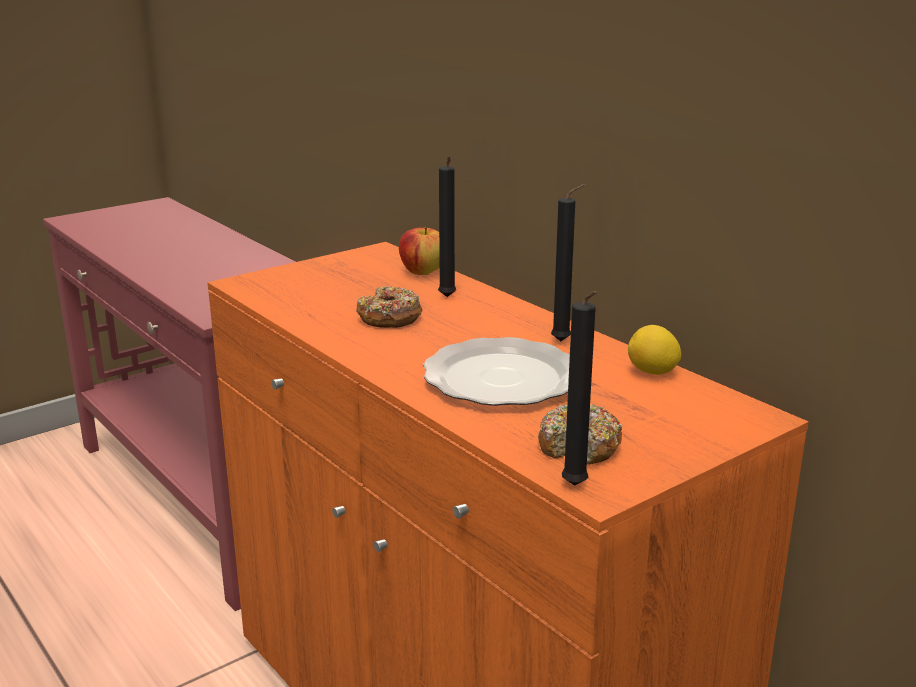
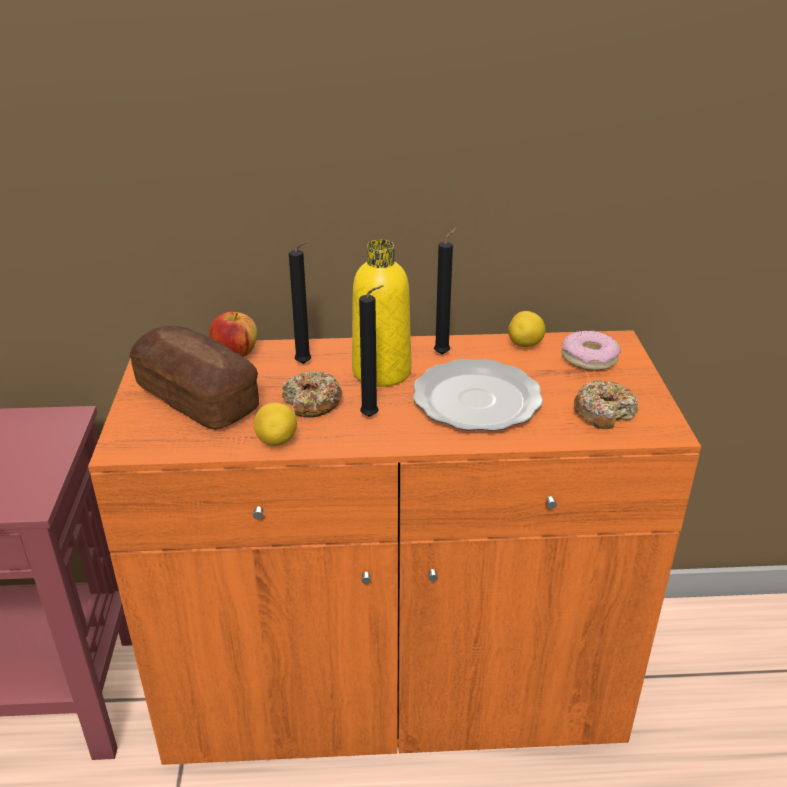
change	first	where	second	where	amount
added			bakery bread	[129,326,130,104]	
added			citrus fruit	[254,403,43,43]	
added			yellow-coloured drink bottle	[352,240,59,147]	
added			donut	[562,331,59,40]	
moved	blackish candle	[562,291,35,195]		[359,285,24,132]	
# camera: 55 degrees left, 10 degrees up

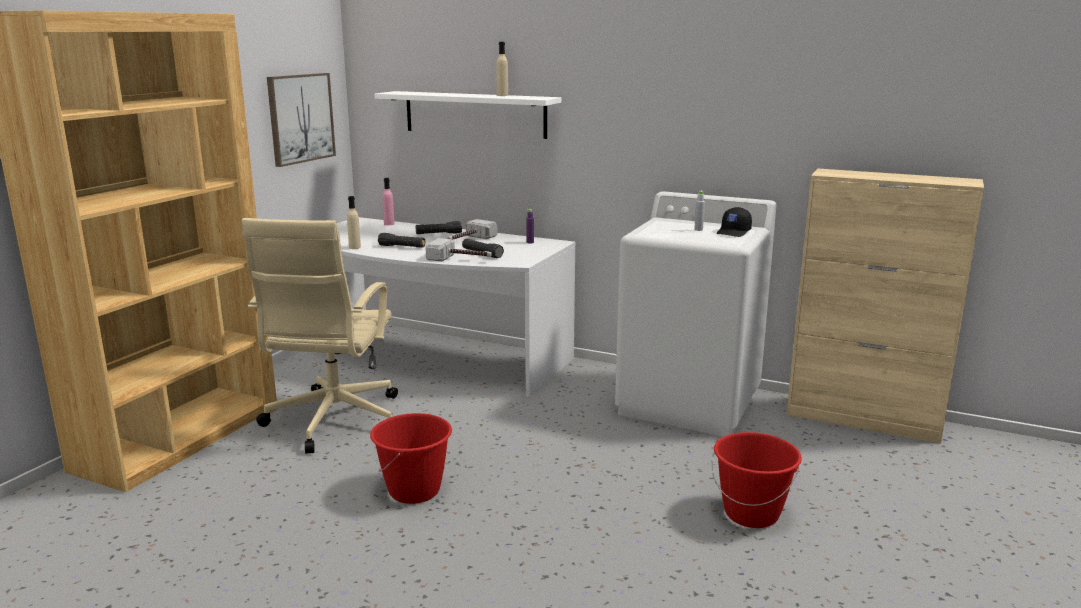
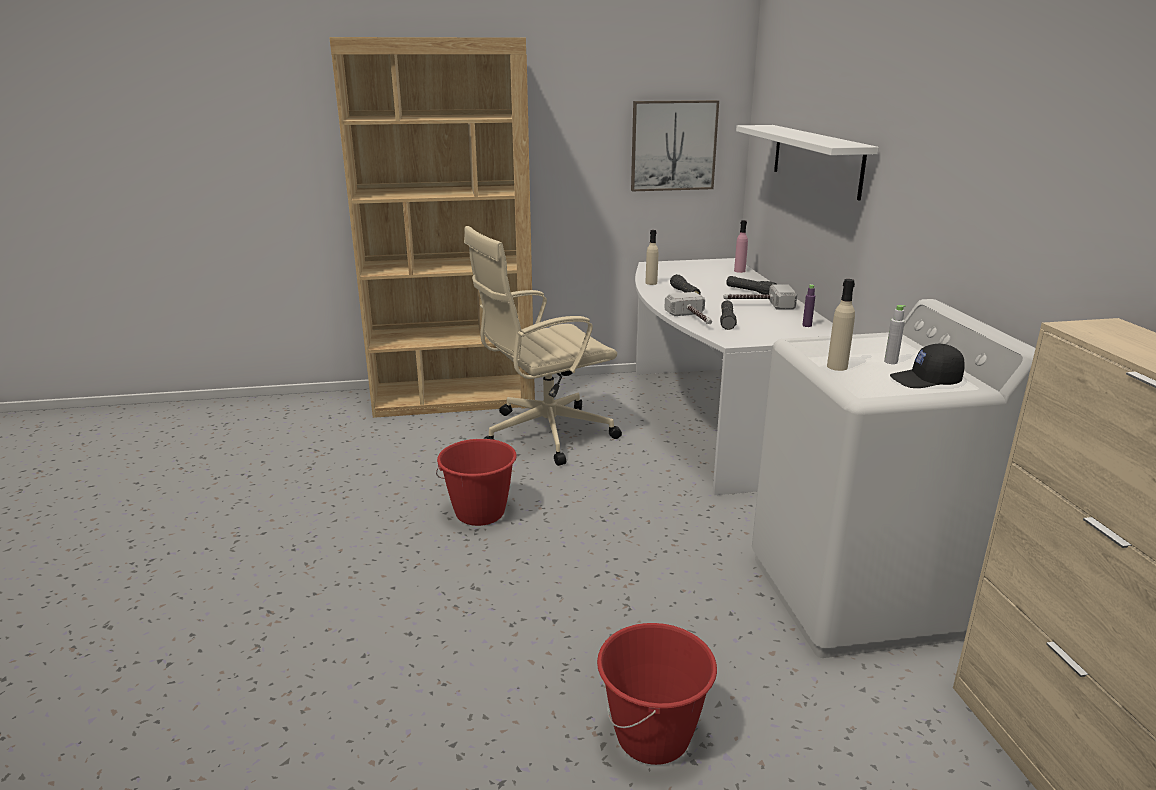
change	first	where	second	where	amount
moved	sand-coloured drink bottle	[496,42,12,54]		[827,279,28,92]	
# camera: 55 degrees right, 5 degrees up

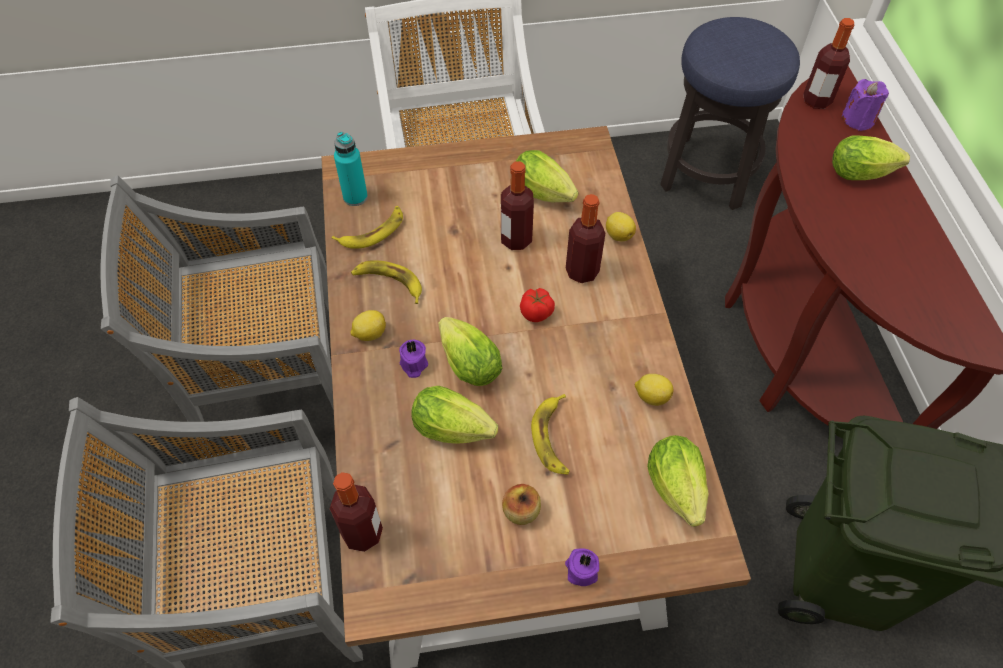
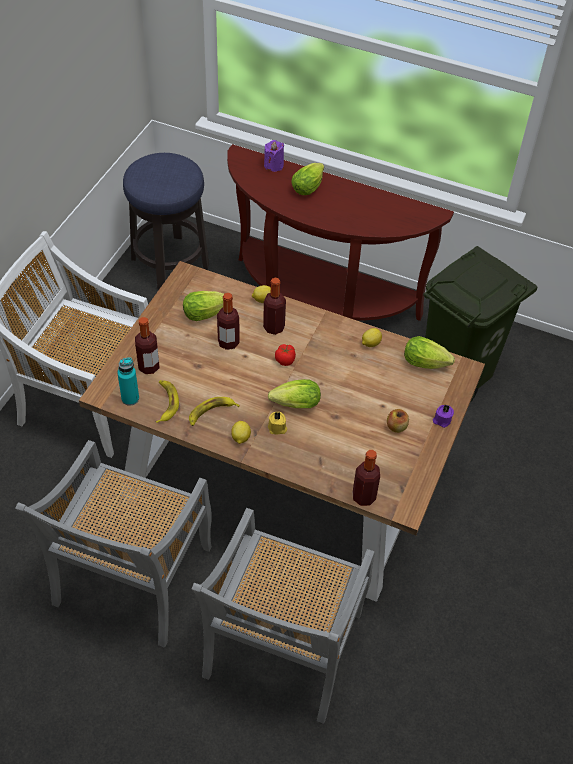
change	first	where	second	where	amount
removed	head of lettuce	[411,386,87,58]			
removed	banana fruit	[531,394,39,81]			
moved	drink bottle	[803,18,51,91]		[135,317,25,57]	
recoloured	purple candle	[399,340,29,38]	yellow-coloured candle	[268,412,19,22]	
# camera: 60 degrees left, 5 degrees down

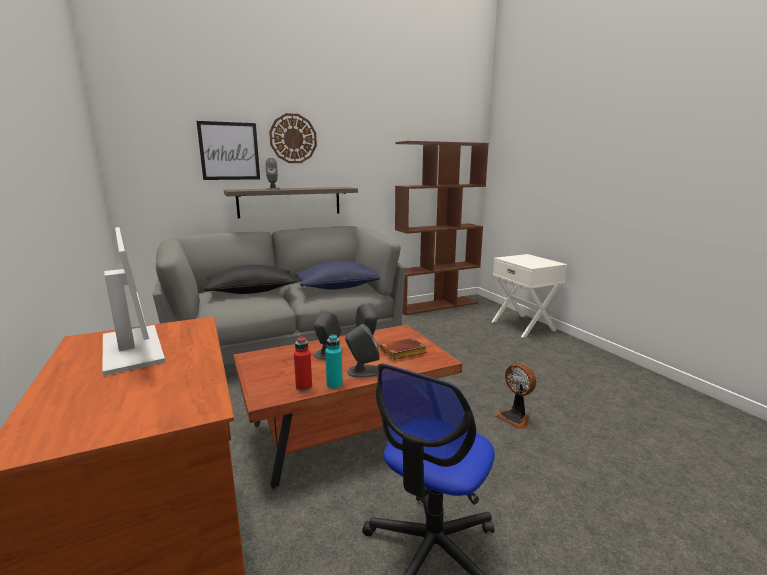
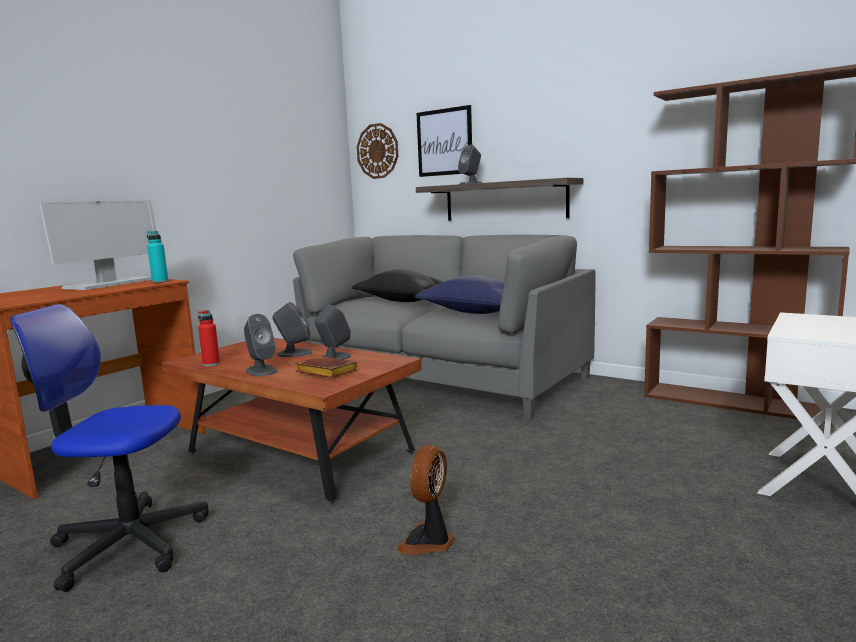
change	first	where	second	where	amount
moved	wall clock	[269,113,48,50]		[357,123,41,56]	
moved	turquoise-coloured drink bottle	[325,334,18,55]		[147,231,22,52]	
# camera: 60 degrees right, 5 degrees down

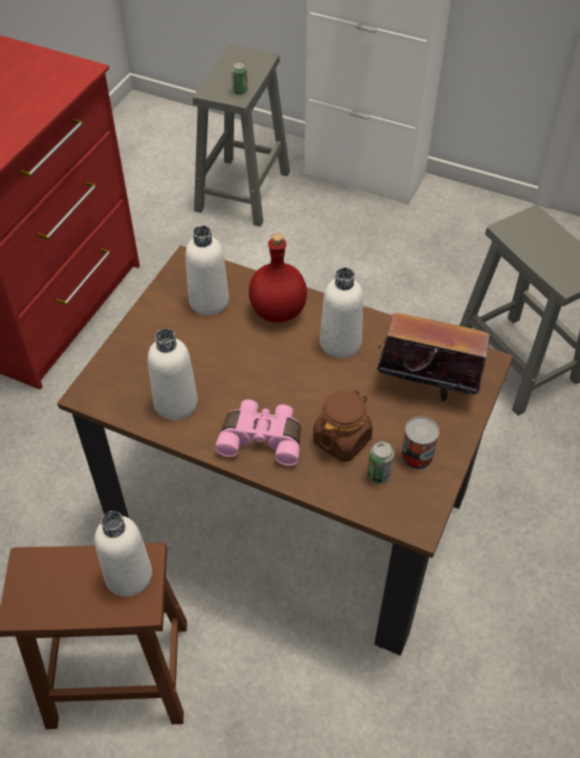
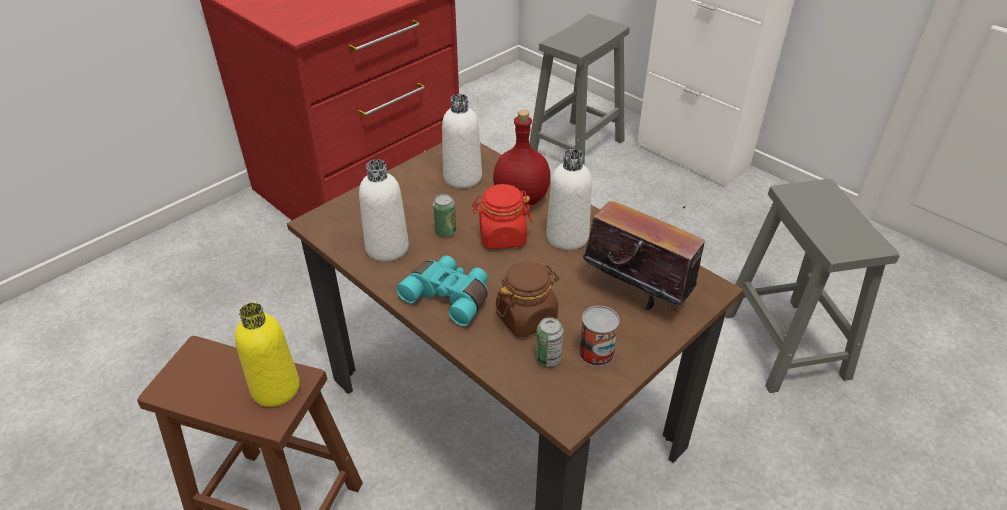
change	first	where	second	where	amount
added			red preserve jar	[472,184,60,65]	
moved	can	[231,62,17,33]		[433,194,23,43]	
recoloured	white drink bottle	[94,511,58,86]	yellow-coloured drink bottle	[235,303,65,104]	
recoloured	pink-coloured pair of binoculars	[215,400,86,66]	turquoise-coloured pair of binoculars	[396,255,92,71]	
# camera: 20 degrees right, 10 degrees down

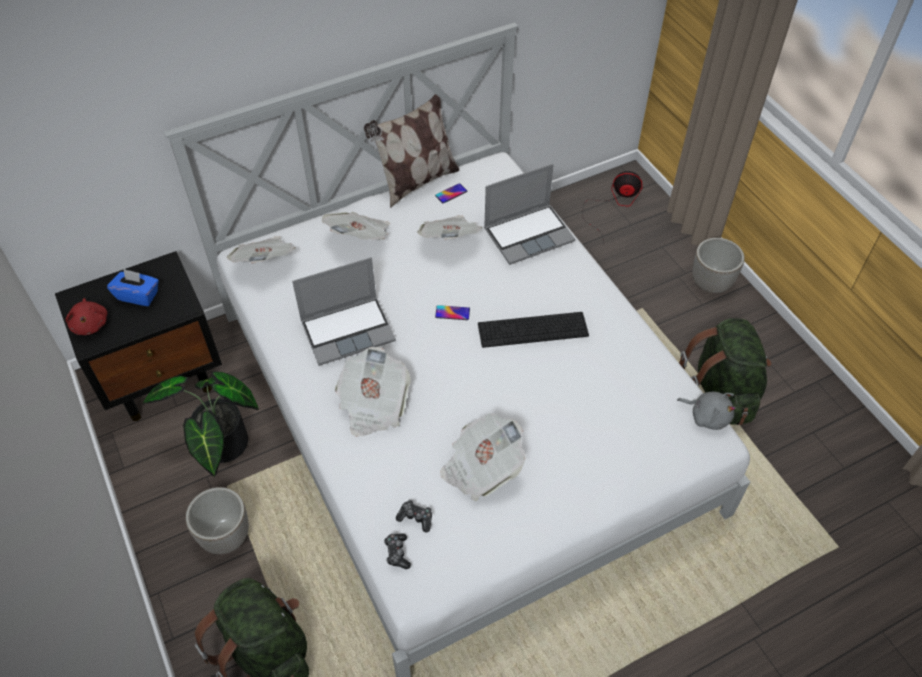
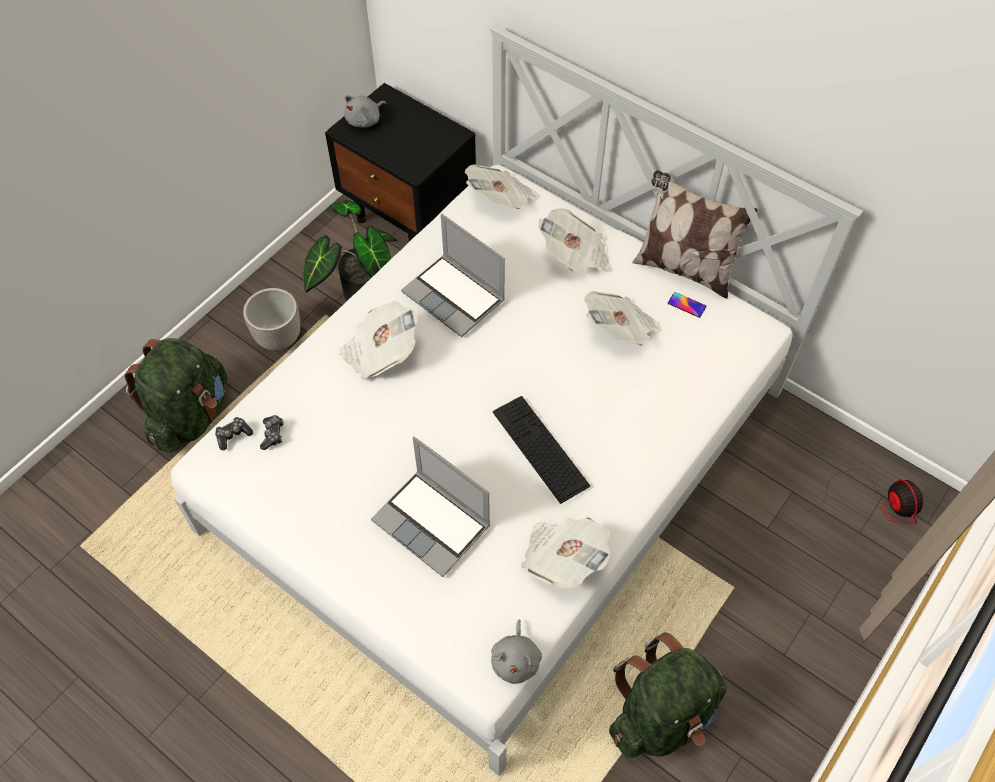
change	first	where	second	where	amount
removed	bluish tissue holder	[107,269,52,37]			
removed	phone	[435,305,35,15]			
removed	plant pot	[693,238,52,55]			
moved	printed paper	[440,413,86,88]		[521,518,90,71]	
moved	portable computer	[484,164,91,101]		[371,437,119,140]	
recoloured	red soft toy	[66,298,41,37]	gray soft toy	[344,95,42,32]	
# camera: 65 degrees right, 5 degrees up

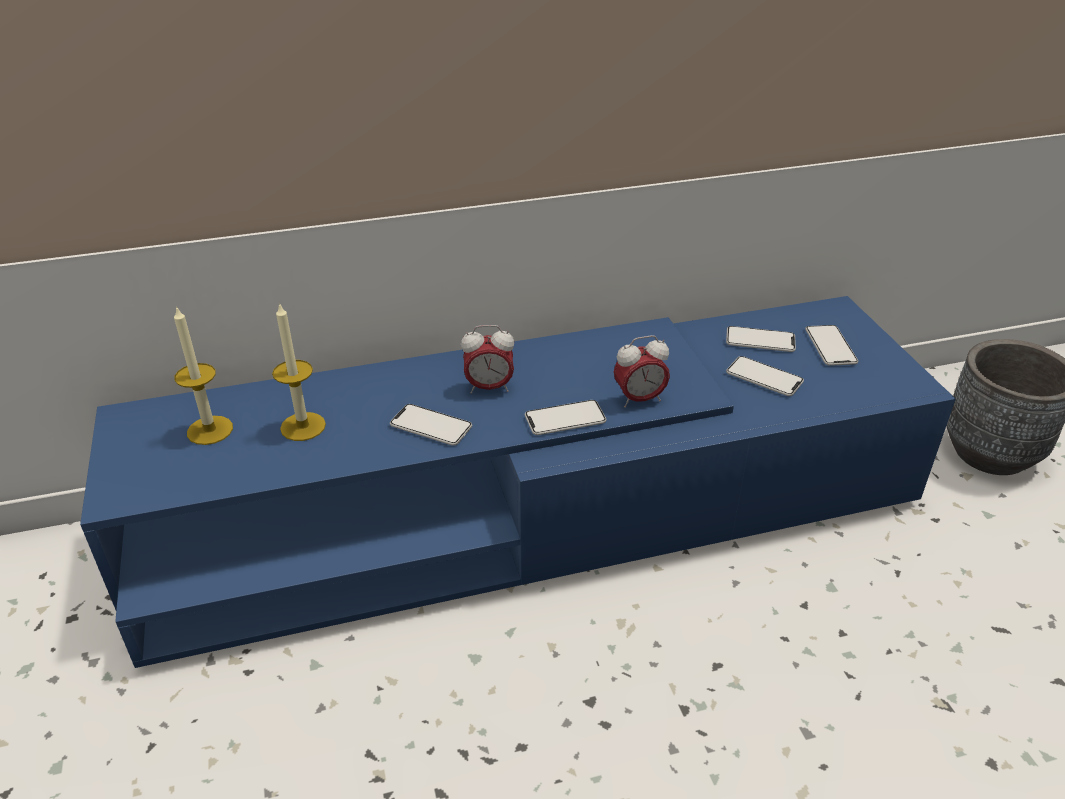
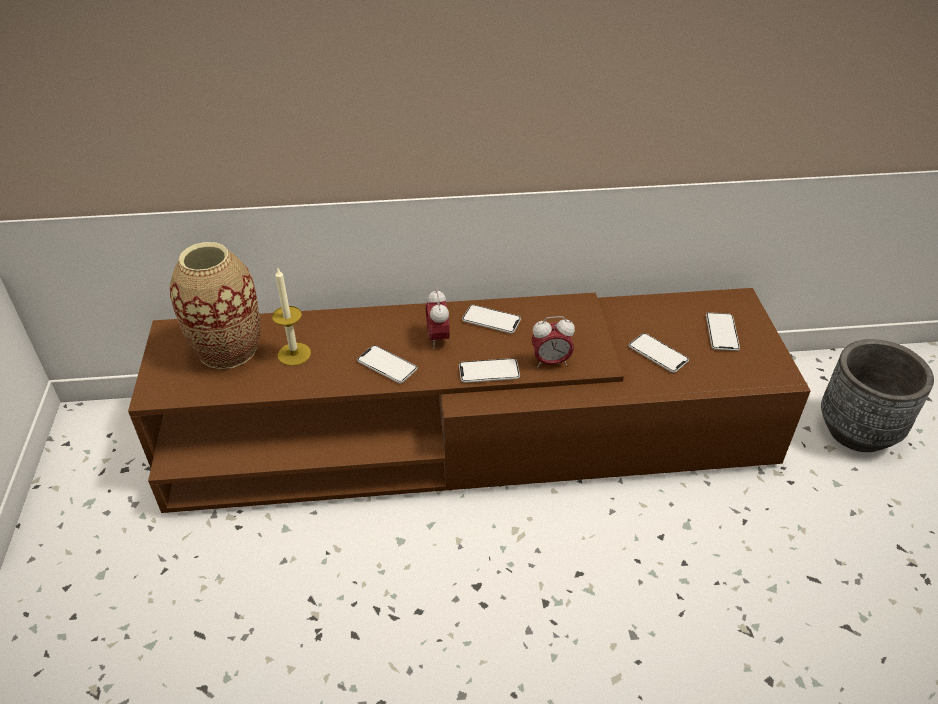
change	first	where	second	where	amount
moved	phone	[726,326,70,26]		[462,305,59,28]	
replaced	candle	[174,306,59,139]	decorative vase	[170,242,90,127]	
recoloured	bluish media console	[80,296,876,372]	brown media console	[128,288,683,225]	
turned	bedside clock	[461,325,53,69]		[426,289,24,60]	75 degrees clockwise
# camera: 10 degrees right, 5 degrees up

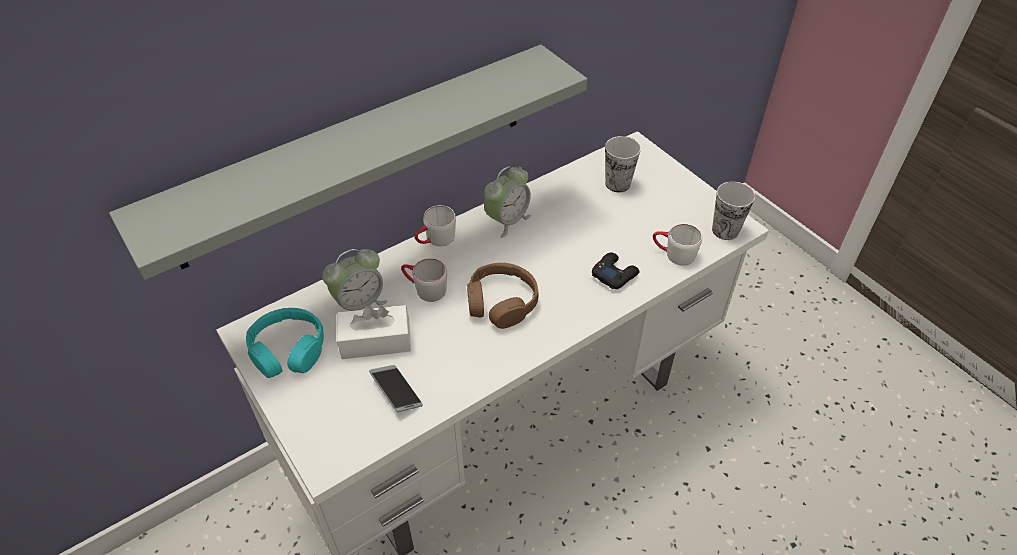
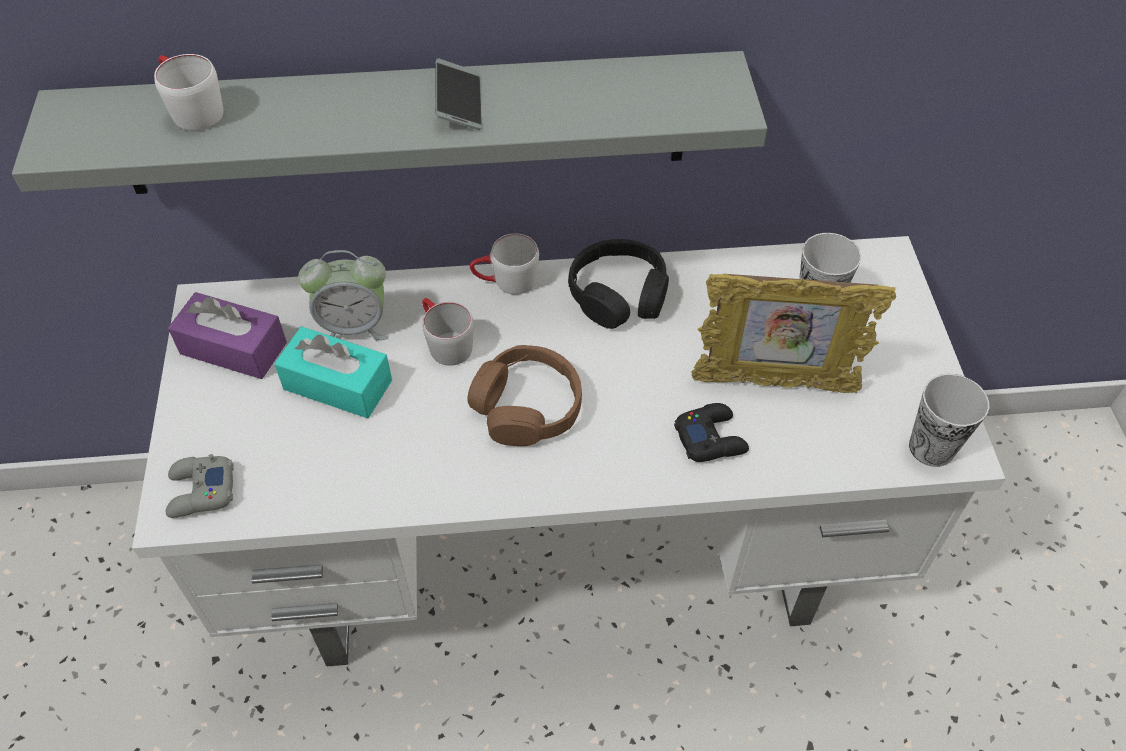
change	first	where	second	where	amount
added			gray game controller	[166,454,68,64]	
added			picture frame	[692,274,204,119]	
moved	phone	[369,365,54,47]		[436,59,46,71]	
moved	white tea mug	[653,224,49,42]		[154,54,69,77]	
replaced	turquoise-coloured pair of headphones	[246,308,78,70]	purple tissue holder	[168,292,119,87]	
replaced	bedside clock	[484,166,47,72]	blackish pair of headphones	[568,239,101,90]	
recoloured	white tissue holder	[337,305,74,54]	turquoise-coloured tissue holder	[274,327,118,91]	
# camera: 30 degrees right, 5 degrees up

